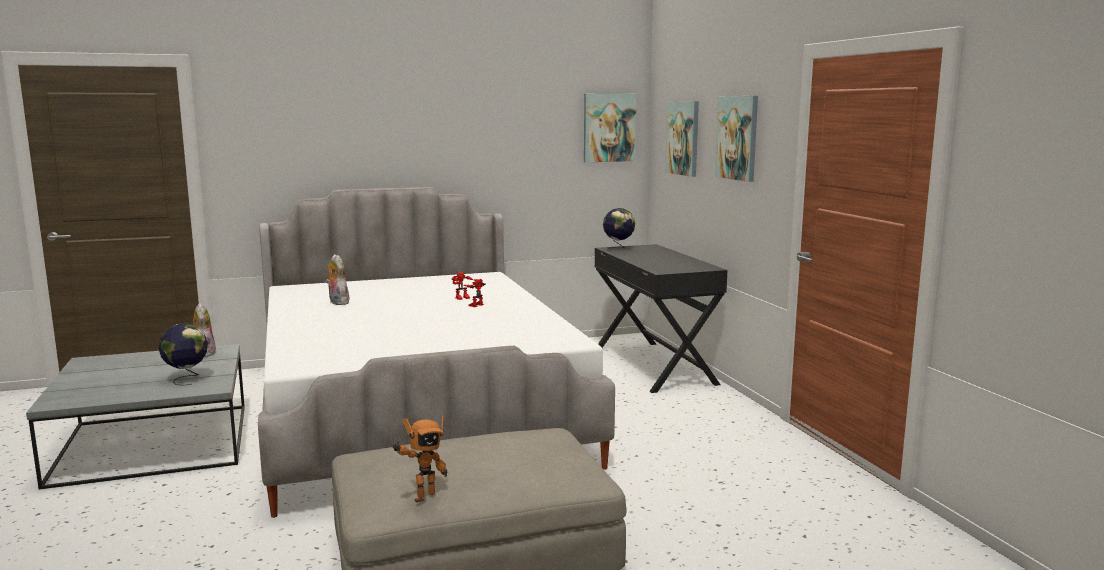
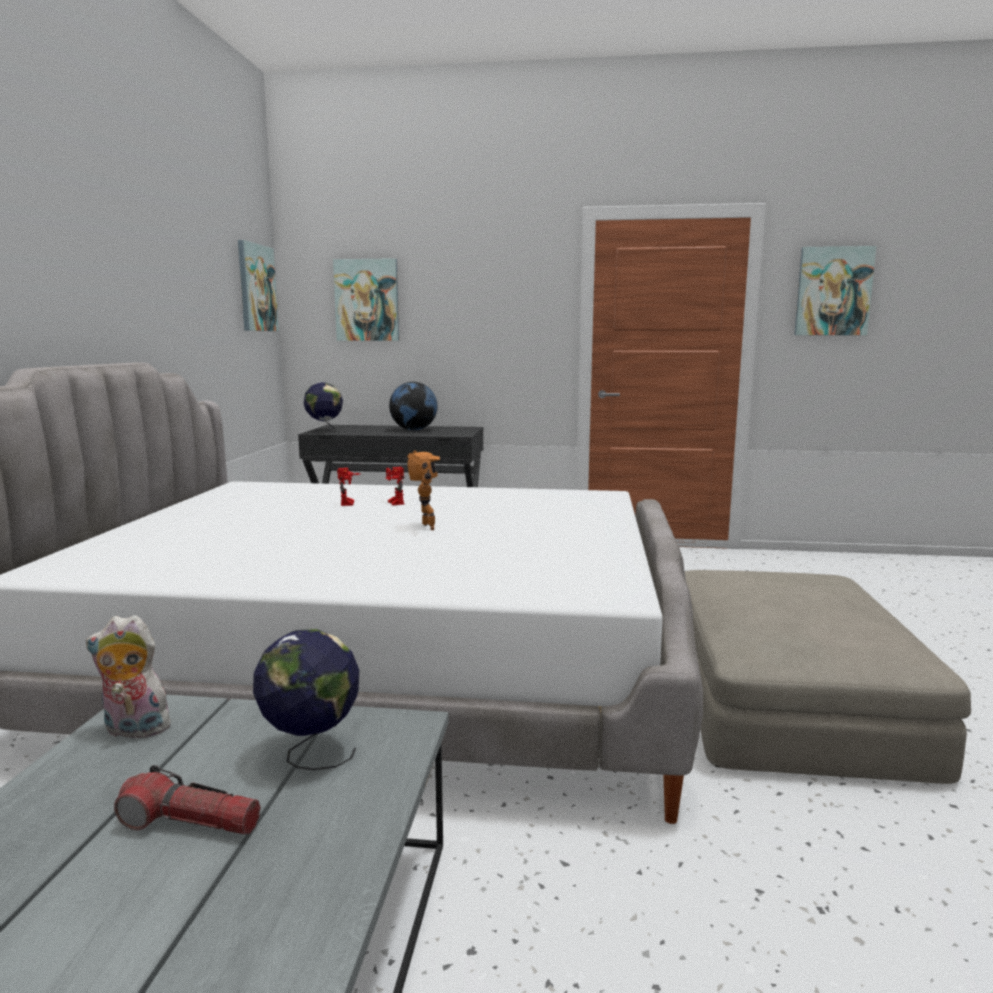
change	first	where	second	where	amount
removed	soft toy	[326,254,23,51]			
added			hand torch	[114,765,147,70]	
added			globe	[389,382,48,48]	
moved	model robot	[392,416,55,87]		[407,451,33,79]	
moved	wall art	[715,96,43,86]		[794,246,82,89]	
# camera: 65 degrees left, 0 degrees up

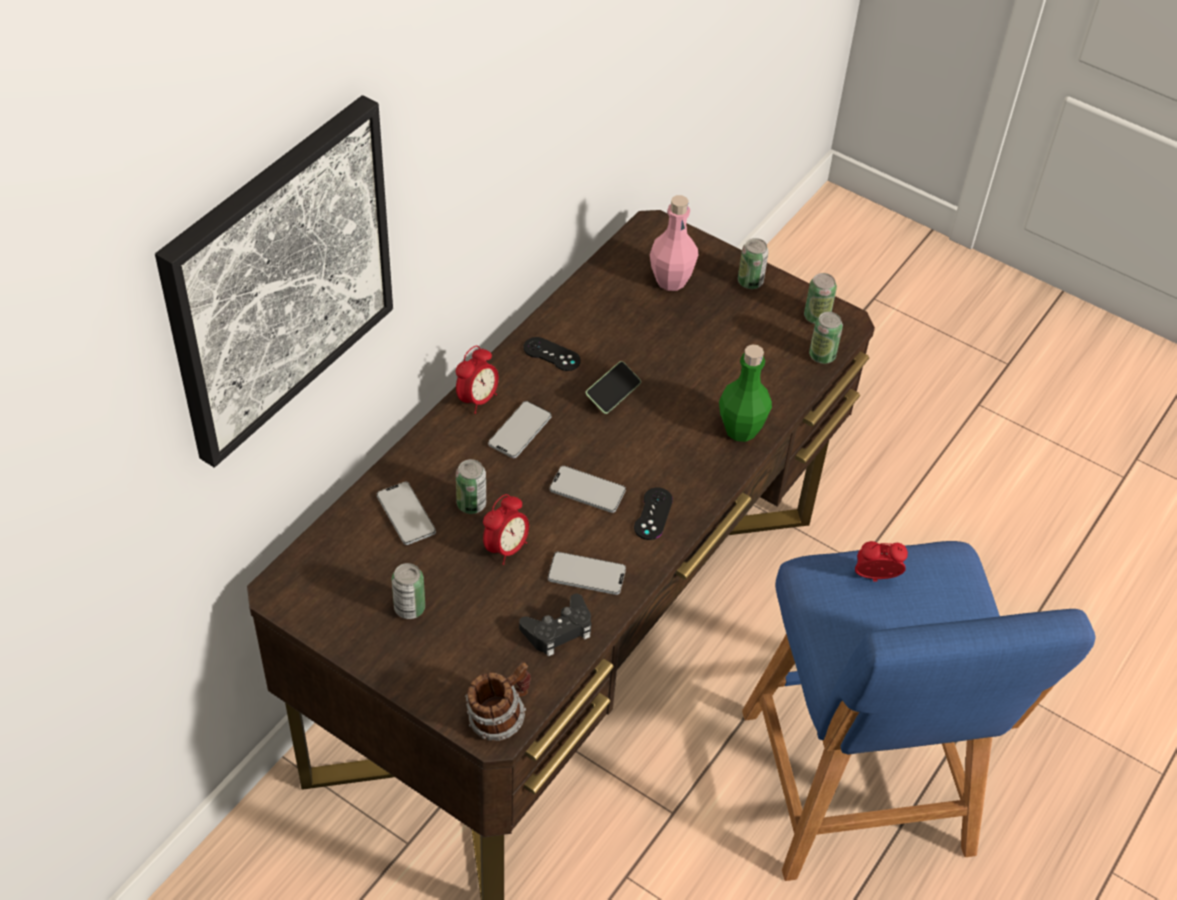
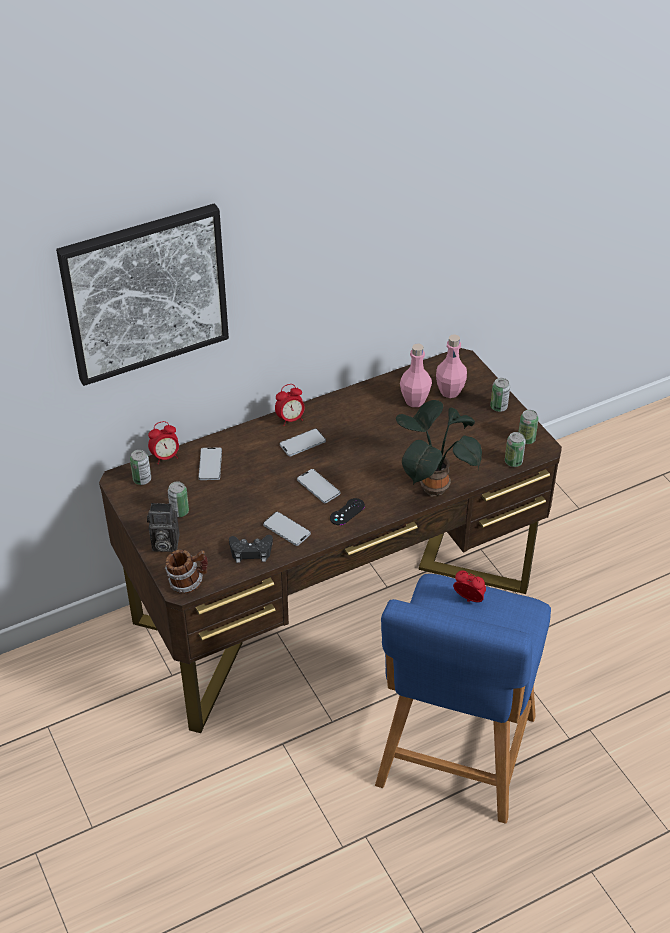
change	first	where	second	where	amount
removed	blackish game controller	[523,337,58,34]			
removed	phone	[585,361,56,53]			
added			photo camera	[147,503,32,49]	
added			pink-coloured drink bottle	[400,344,32,63]	
moved	can	[456,459,30,55]		[130,450,21,35]	
moved	bedside clock	[483,494,46,71]		[148,421,31,43]	
replaced	green drink bottle	[719,345,53,97]	houseplant	[396,400,86,97]	
# camera: 30 degrees right, 5 degrees down

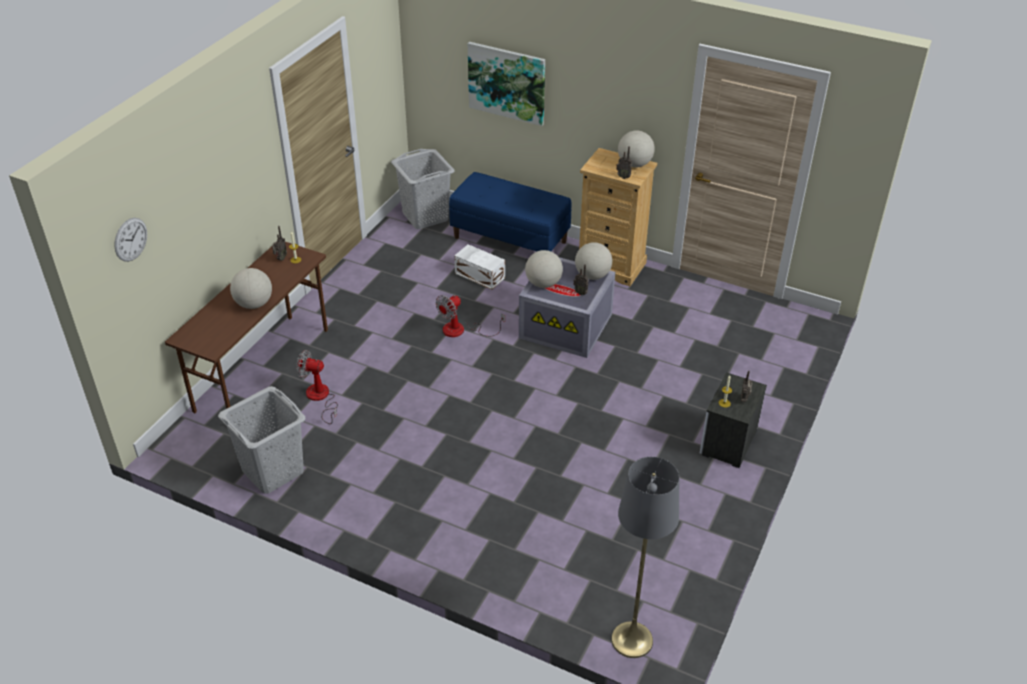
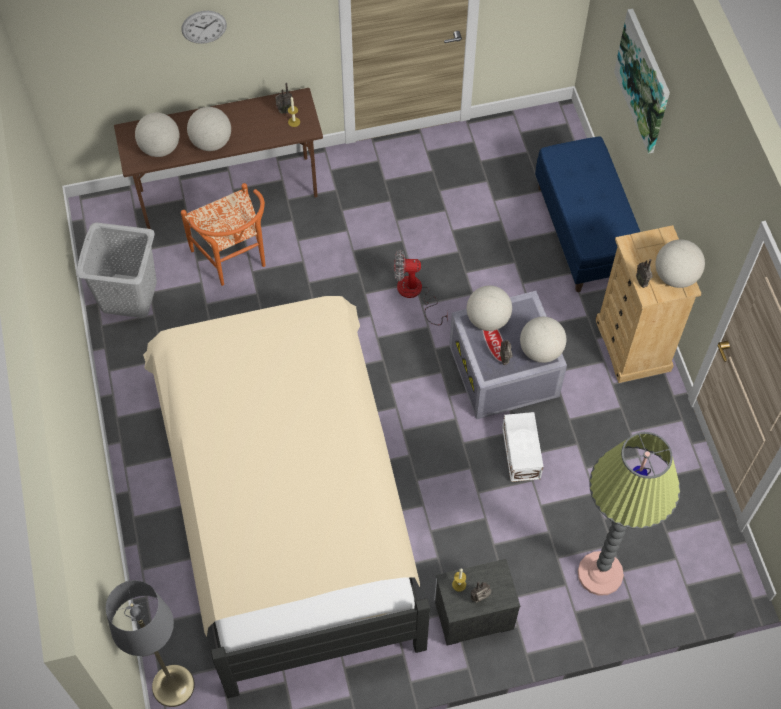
change	first	where	second	where	amount
removed	gray laundry basket	[391,149,64,80]			
added			globe	[135,113,45,44]	
added			sand-coloured bed	[143,296,287,402]	
added			standing lamp	[578,432,102,164]	
moved	wall clock	[114,218,33,44]		[182,11,45,33]	
moved	white storage container	[454,244,51,45]		[502,412,41,70]	
replaced	cooling fan	[296,350,42,74]	orange-coloured upright chair	[181,183,85,103]	
# camera: 50 degrees right, 20 degrees up

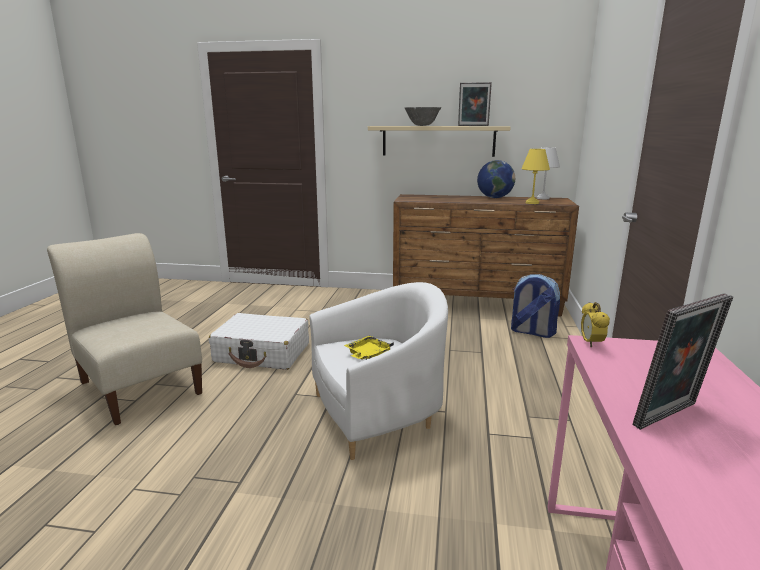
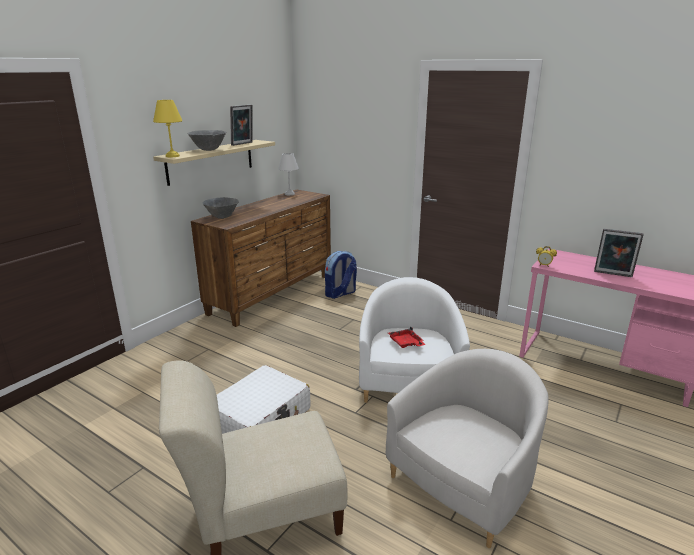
change	first	where	second	where	amount
removed	globe	[477,160,38,38]			
added			gray bowl	[203,197,36,22]	
added			white armchair	[386,349,163,199]	
moved	yellow-coloured lamp for a table	[522,149,28,55]		[153,100,30,57]	
recoloured	yellow-coloured tray	[344,335,50,25]	red tray	[388,326,37,22]	
turned	picture frame	[633,293,100,137]		[594,229,50,48]	120 degrees clockwise
# camera: 65 degrees left, 5 degrees up

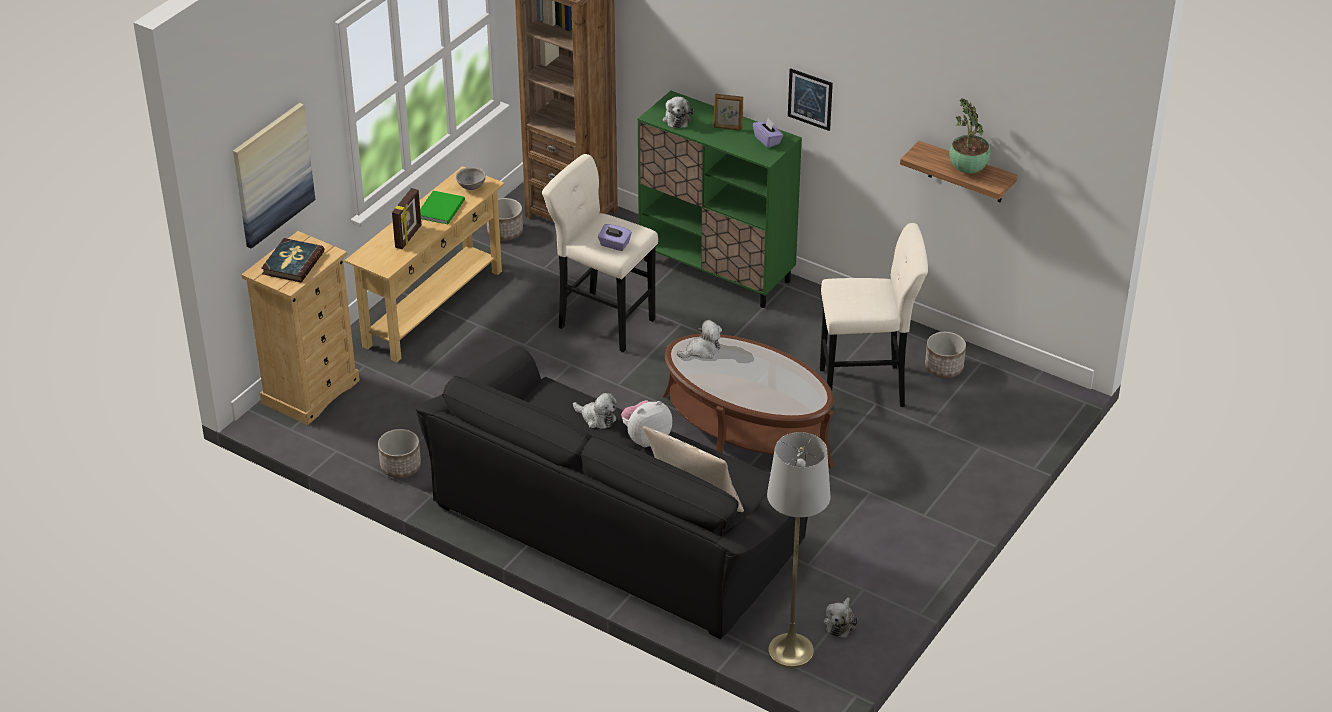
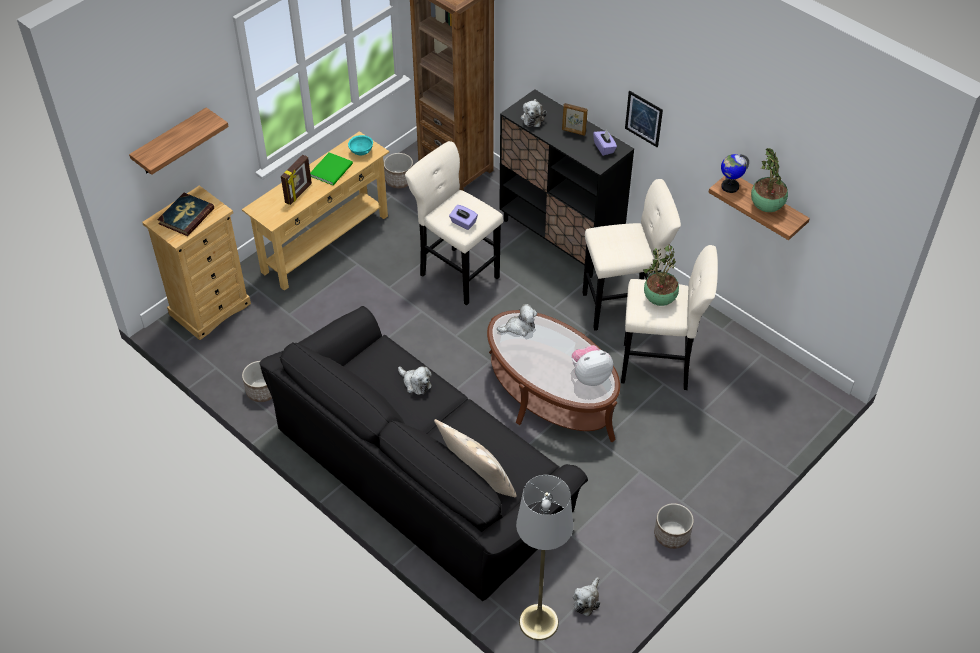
change	first	where	second	where	amount
added			sand-coloured stool seat	[583,179,98,152]	
added			houseplant	[643,245,36,61]	
added			globe	[721,154,28,39]	
moved	soft toy	[621,400,51,47]		[572,345,41,41]	
moved	plant pot	[925,332,41,46]		[654,503,40,46]	
replaced	wall art	[233,103,82,146]	shelf	[129,107,100,68]	
recoloured	gray bowl	[456,167,30,23]	turquoise-coloured bowl	[348,135,25,20]	
recoloured	green storage cabinet	[638,91,164,217]	blackish storage cabinet	[499,89,135,189]	
# camera: 10 degrees right, 10 degrees up

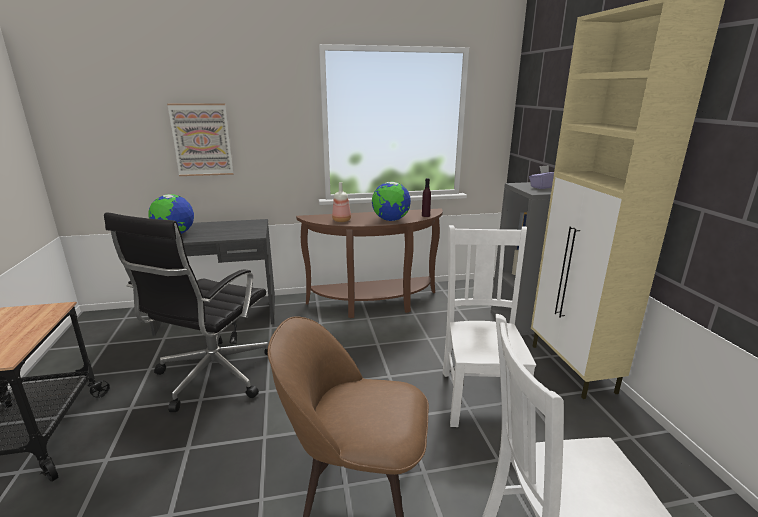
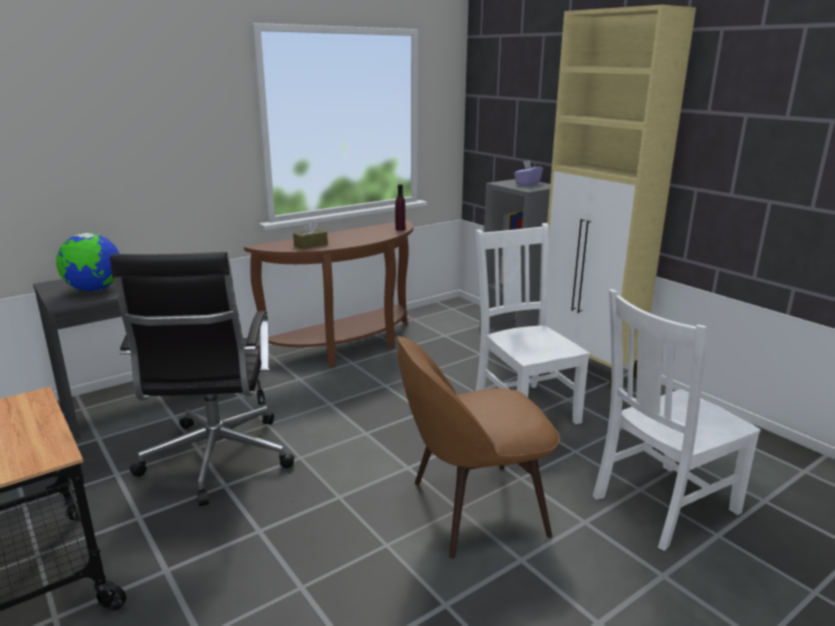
change	first	where	second	where	amount
removed	wall art	[167,103,66,73]			
removed	globe	[372,182,39,39]			
replaced	drink bottle	[332,182,19,40]	brown tissue holder	[293,220,35,29]	
# camera: 25 degrees left, 0 degrees up

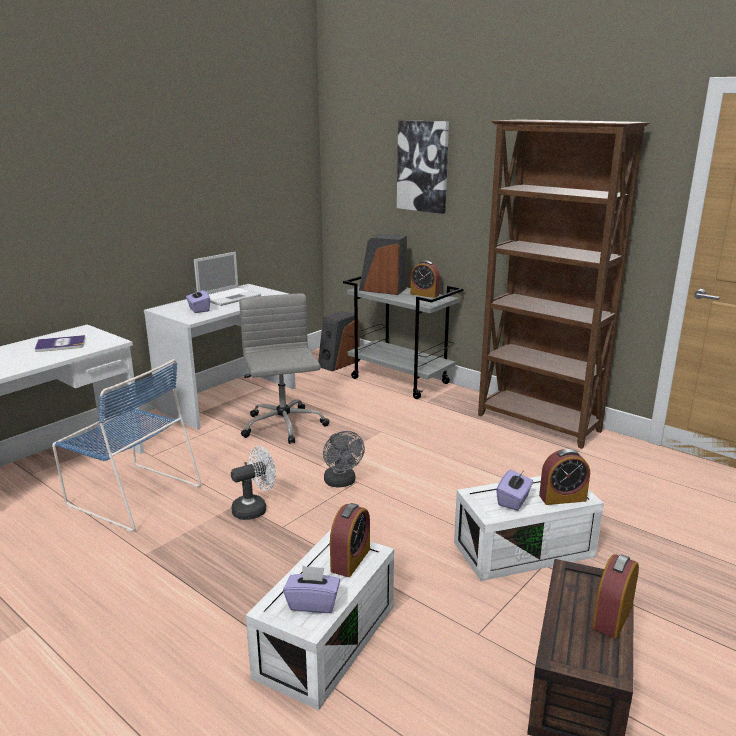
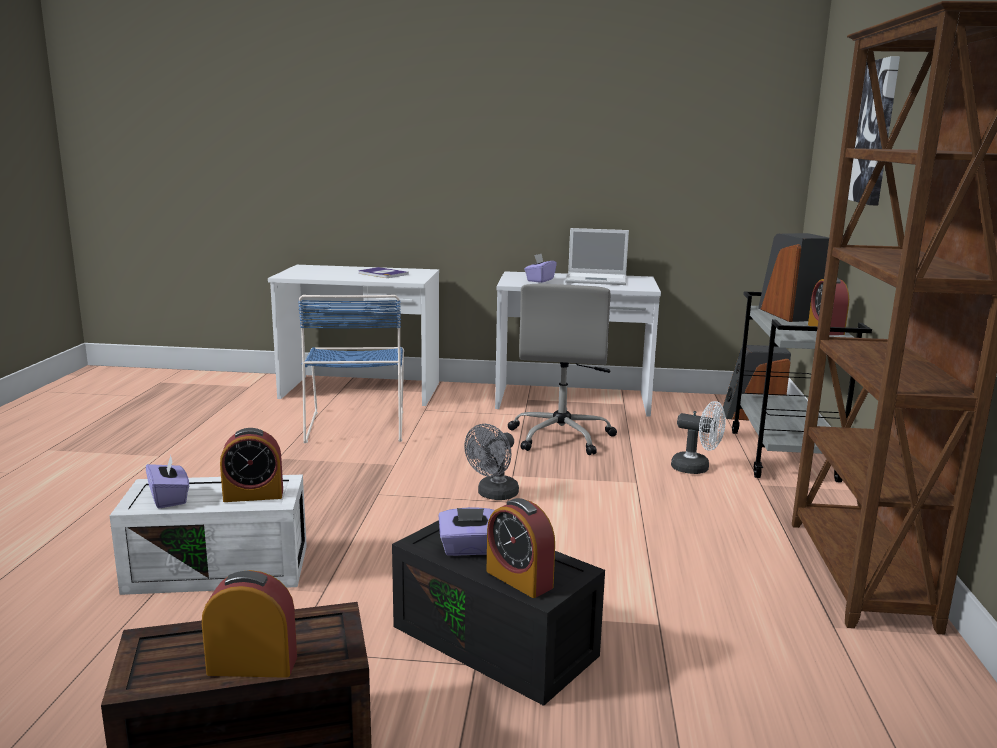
change	first	where	second	where	amount
moved	white cooling fan	[231,446,45,74]		[671,401,55,73]	
recoloured	white storage container	[454,476,150,105]	blackish storage container	[392,520,213,186]	
turned	gray office chair	[239,294,91,150]		[508,284,109,171]	150 degrees clockwise
# camera: 55 degrees right, 5 degrees down

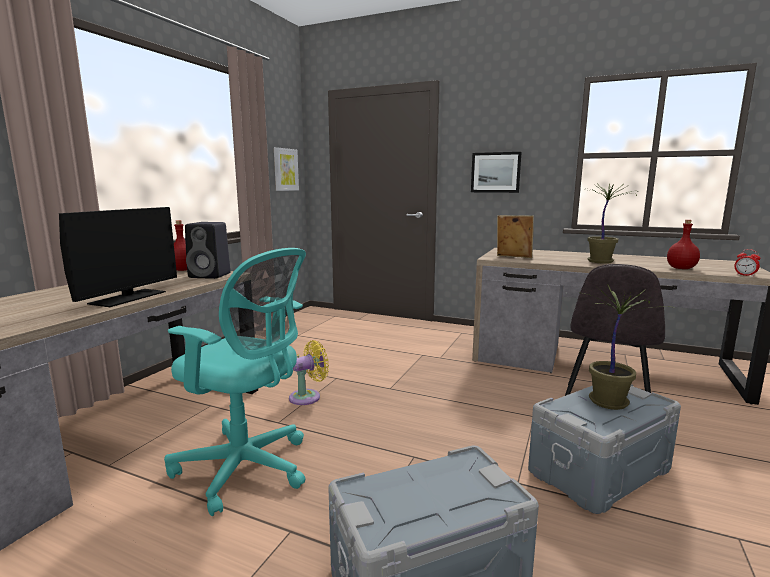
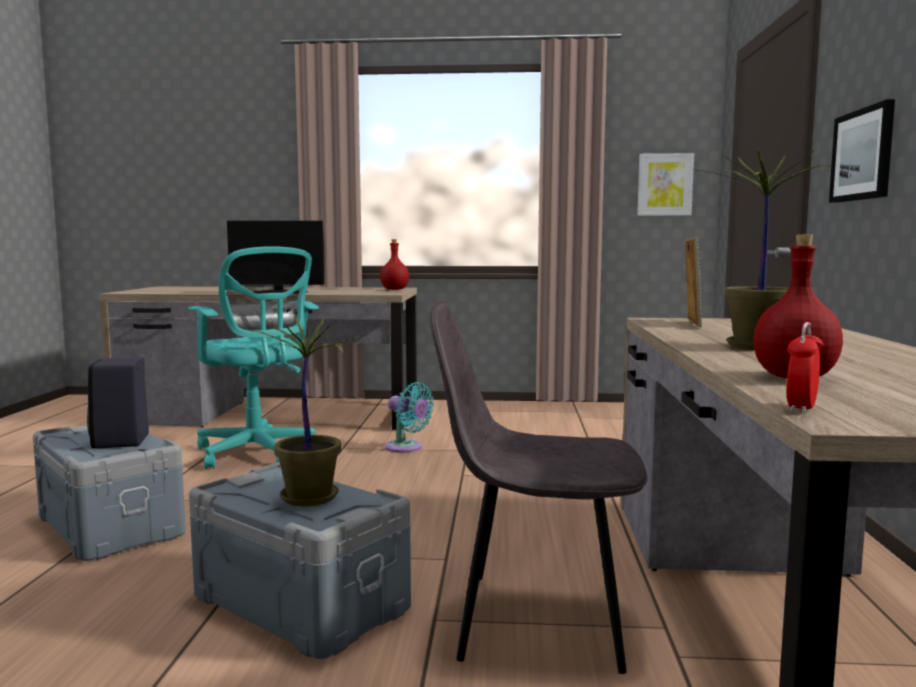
change	first	where	second	where	amount
moved	blackish audio speaker	[185,222,46,57]		[87,357,62,92]	
recoloured	yellow-coloured cooling fan	[289,340,40,65]	turquoise-coloured cooling fan	[385,382,49,71]	
turned	turquoise-coloured office chair	[164,248,142,268]		[188,246,131,223]	45 degrees counterclockwise
# camera: 70 degrees right, 5 degrees down

